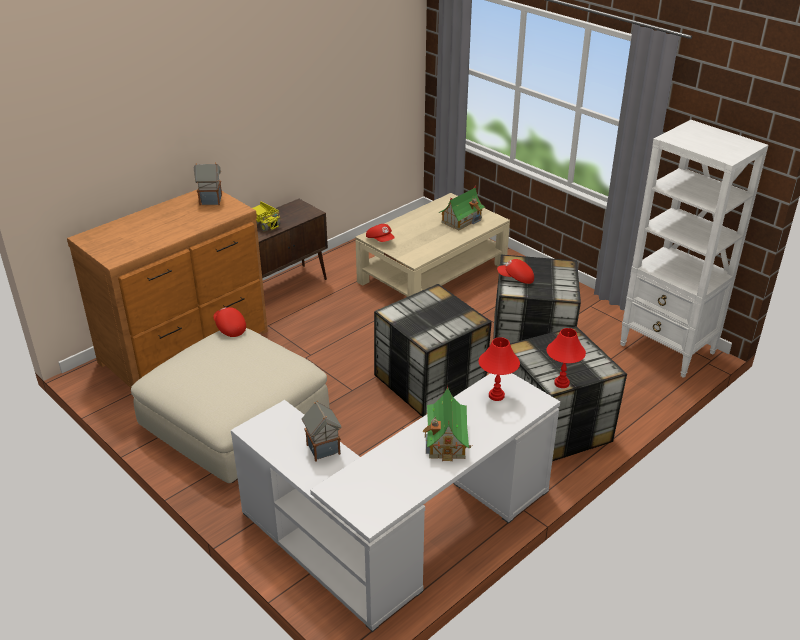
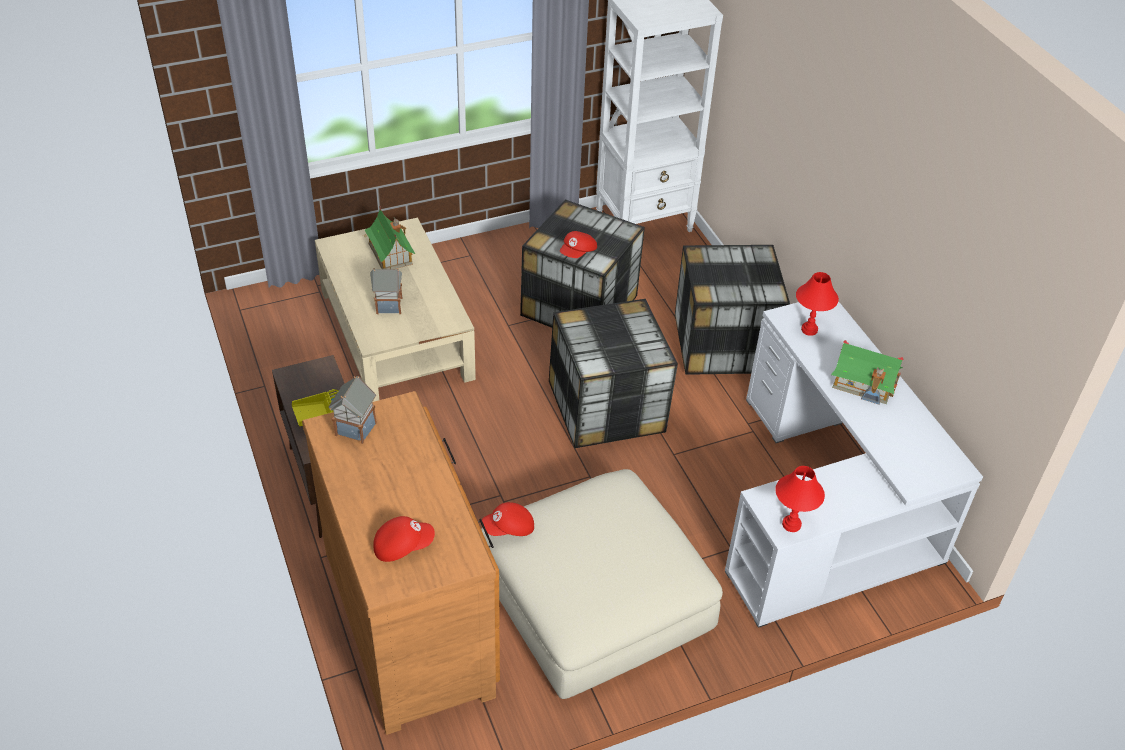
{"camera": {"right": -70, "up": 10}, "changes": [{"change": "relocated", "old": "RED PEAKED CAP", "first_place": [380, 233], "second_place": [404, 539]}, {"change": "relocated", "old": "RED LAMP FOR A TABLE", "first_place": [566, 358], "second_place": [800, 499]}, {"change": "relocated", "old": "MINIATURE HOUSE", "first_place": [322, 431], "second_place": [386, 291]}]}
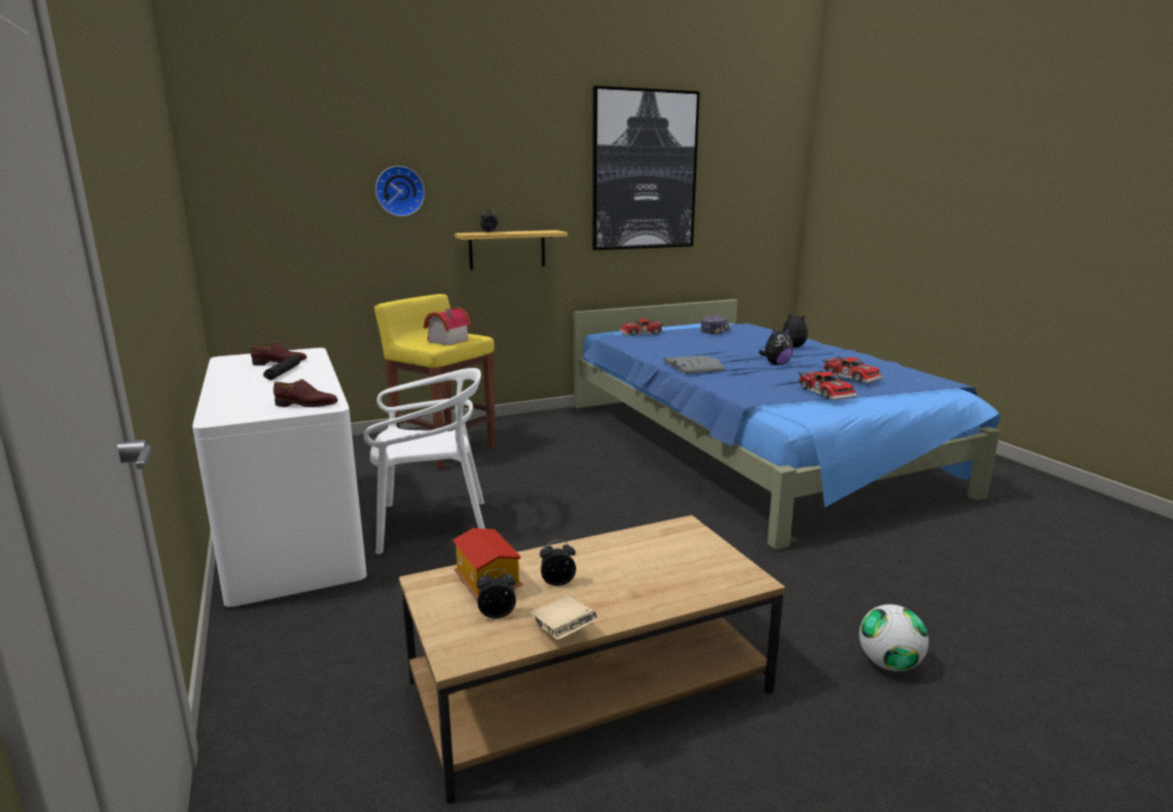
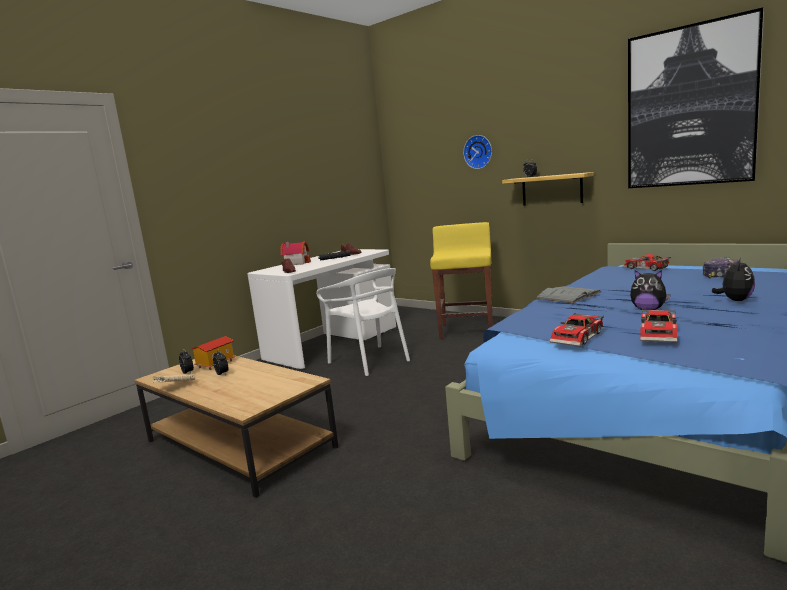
{"camera": {"right": 65, "up": -5}, "changes": [{"change": "relocated", "old": "MINIATURE HOUSE", "first_place": [447, 326], "second_place": [295, 253]}, {"change": "missing", "old": "FOOTBALL BALL", "first_place": [894, 637]}]}
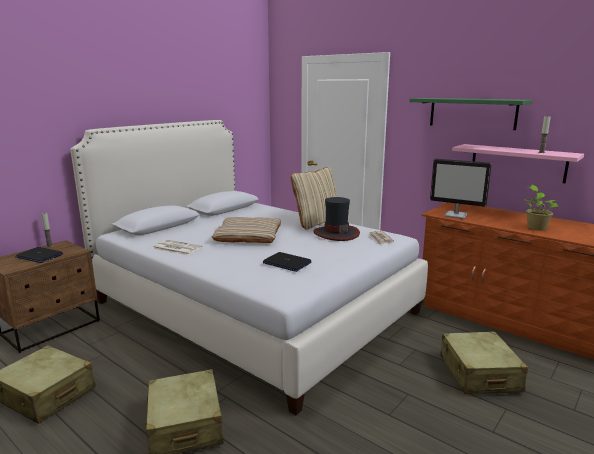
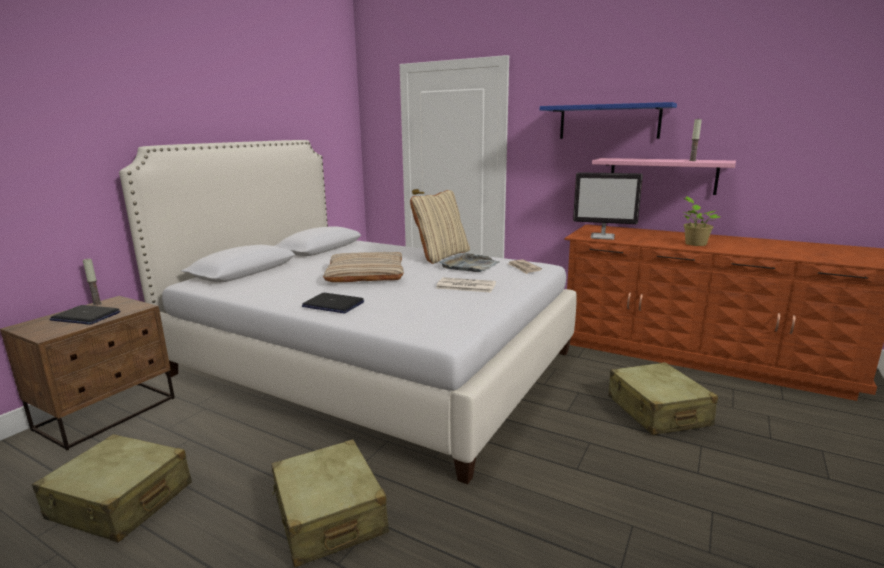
{"camera": {"right": -10, "up": 0}, "changes": [{"change": "colour", "old": "GREEN-COLOURED WALL SHELF", "new": "BLUISH WALL SHELF", "first_place": [471, 114], "second_place": [608, 120]}, {"change": "exchanged", "old": "HAT", "new": "GREYISH CARRYING TRAY", "first_place": [336, 219], "second_place": [470, 262]}, {"change": "relocated", "old": "PRINTED PAPER", "first_place": [177, 247], "second_place": [466, 285]}, {"change": "relocated", "old": "PORTABLE COMPUTER", "first_place": [287, 262], "second_place": [333, 303]}]}
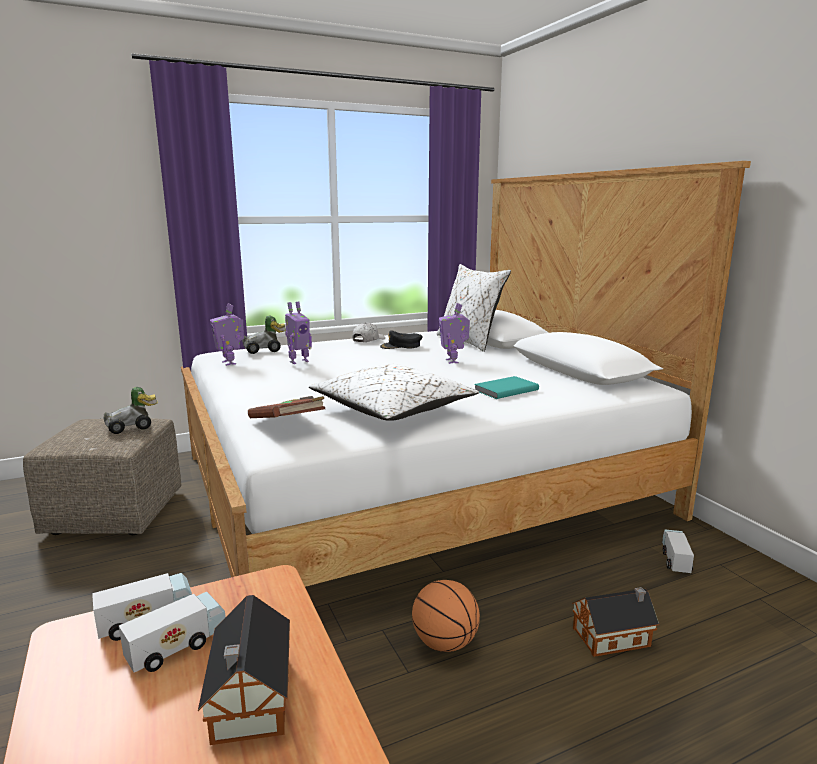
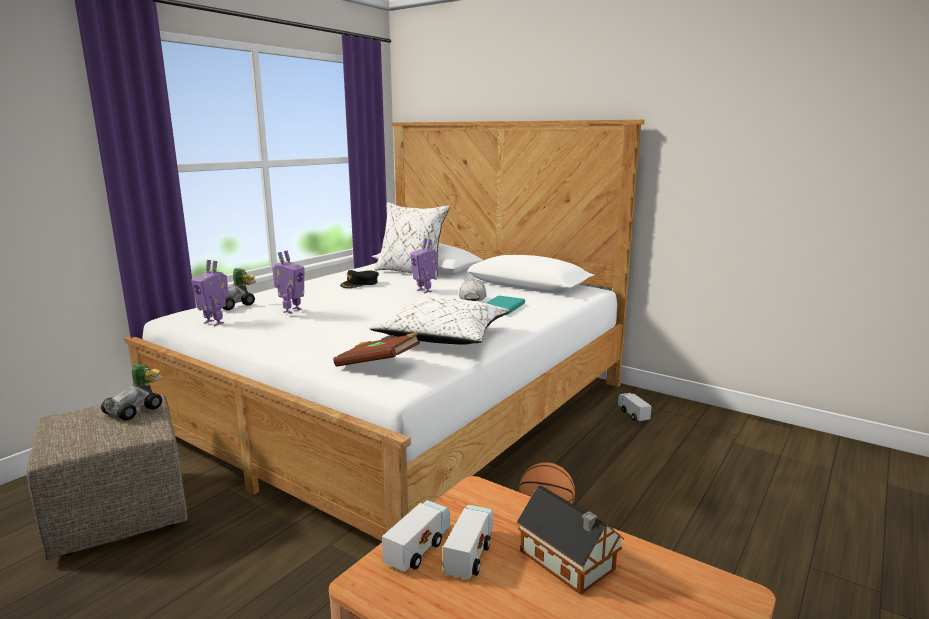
{"camera": {"right": -30, "up": 0}, "changes": [{"change": "relocated", "old": "WHITE-COLOURED PEAKED CAP", "first_place": [368, 332], "second_place": [473, 290]}, {"change": "missing", "old": "MINIATURE HOUSE", "first_place": [615, 622]}]}
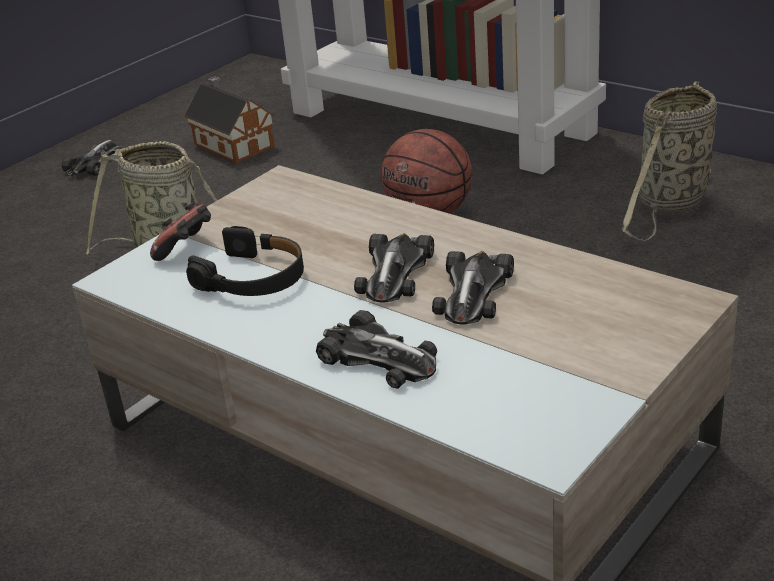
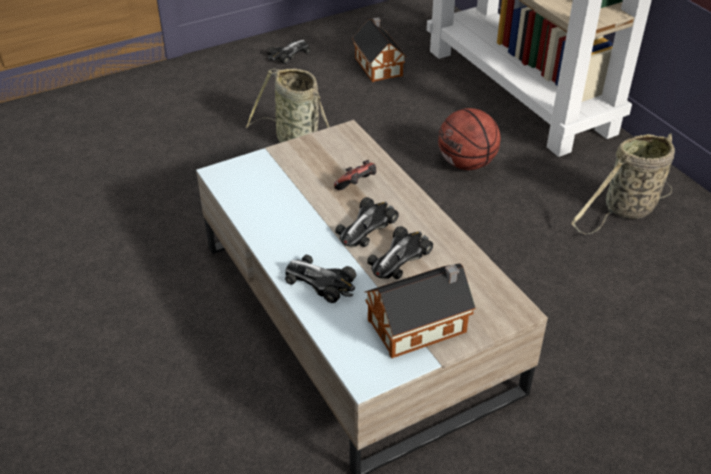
{"camera": {"right": 20, "up": 10}, "changes": [{"change": "relocated", "old": "JOYPAD", "first_place": [180, 231], "second_place": [355, 175]}, {"change": "missing", "old": "BLACKISH HEADPHONES", "first_place": [245, 261]}, {"change": "spun", "old": "MINIATURE CAR", "first_place": [376, 349], "second_place": [320, 279], "degrees": 150}, {"change": "appeared", "new": "MINIATURE HOUSE", "second_place": [420, 310]}]}
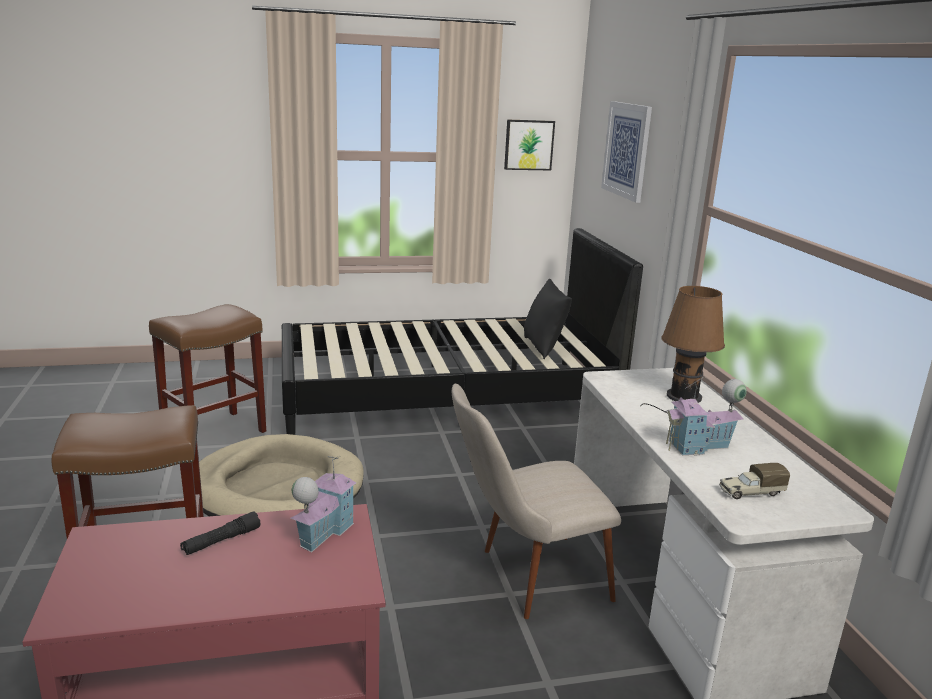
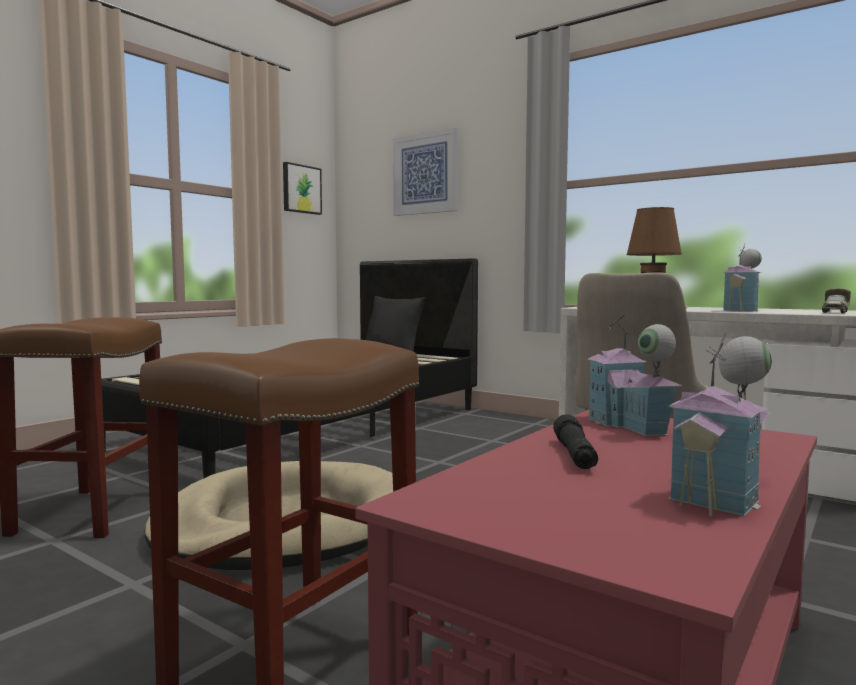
{"camera": {"right": -40, "up": -15}, "changes": [{"change": "appeared", "new": "MINIATURE HOUSE", "second_place": [720, 424]}]}
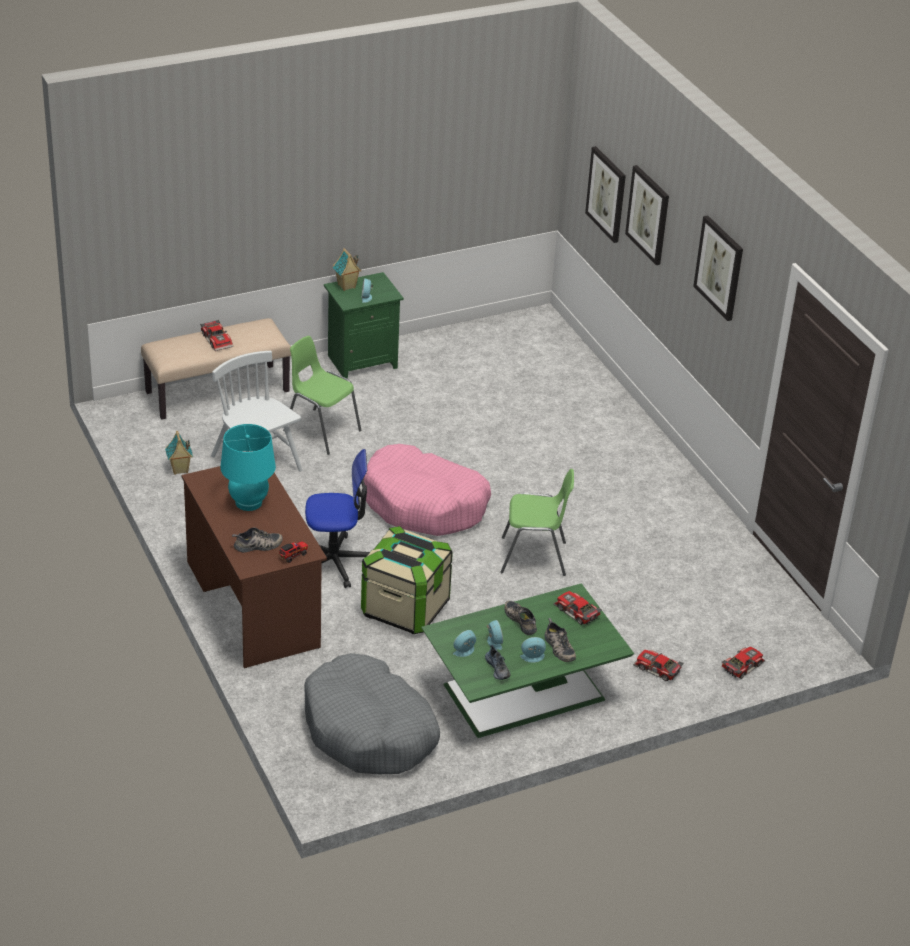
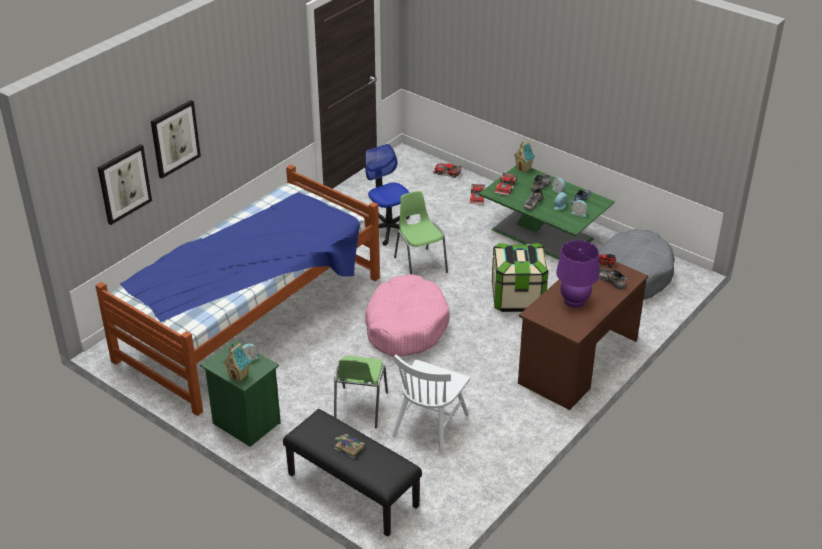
{"camera": {"right": -115, "up": 0}, "changes": [{"change": "missing", "old": "PICTURE", "first_place": [718, 268]}, {"change": "colour", "old": "SAND-COLOURED LONG SEAT", "new": "BLACKISH LONG SEAT", "first_place": [216, 368], "second_place": [352, 473]}, {"change": "exchanged", "old": "MINIATURE CAR", "new": "BOUND BOOK", "first_place": [216, 335], "second_place": [349, 446]}, {"change": "colour", "old": "TURQUOISE LAMP FOR A TABLE", "new": "PURPLISH LAMP FOR A TABLE", "first_place": [248, 467], "second_place": [577, 274]}, {"change": "relocated", "old": "MINIATURE HOUSE", "first_place": [179, 453], "second_place": [525, 157]}, {"change": "relocated", "old": "OFFICE CHAIR", "first_place": [337, 518], "second_place": [387, 195]}, {"change": "appeared", "new": "BEDROOM BED", "second_place": [237, 290]}]}
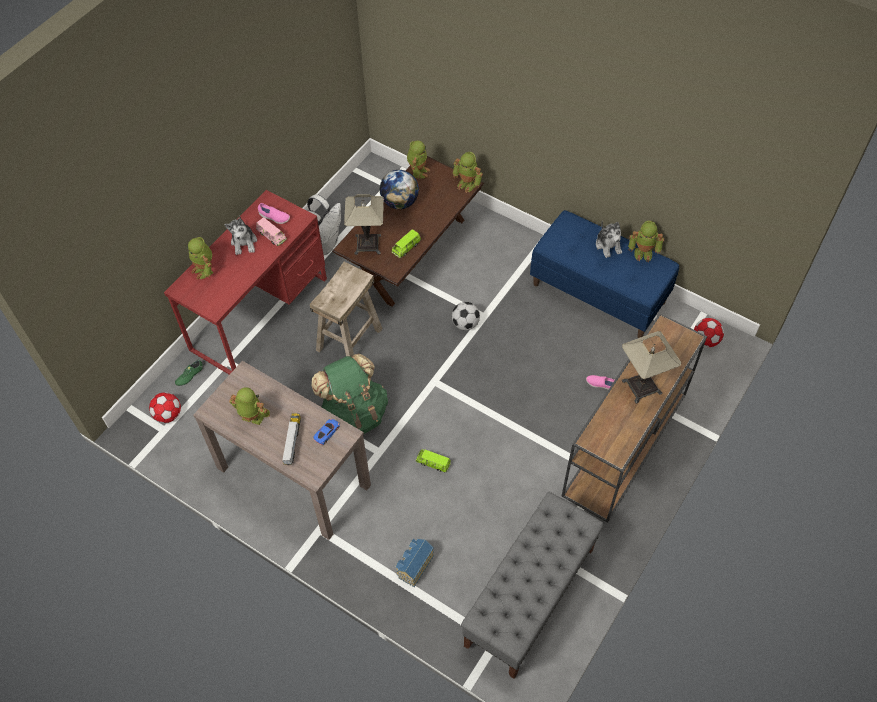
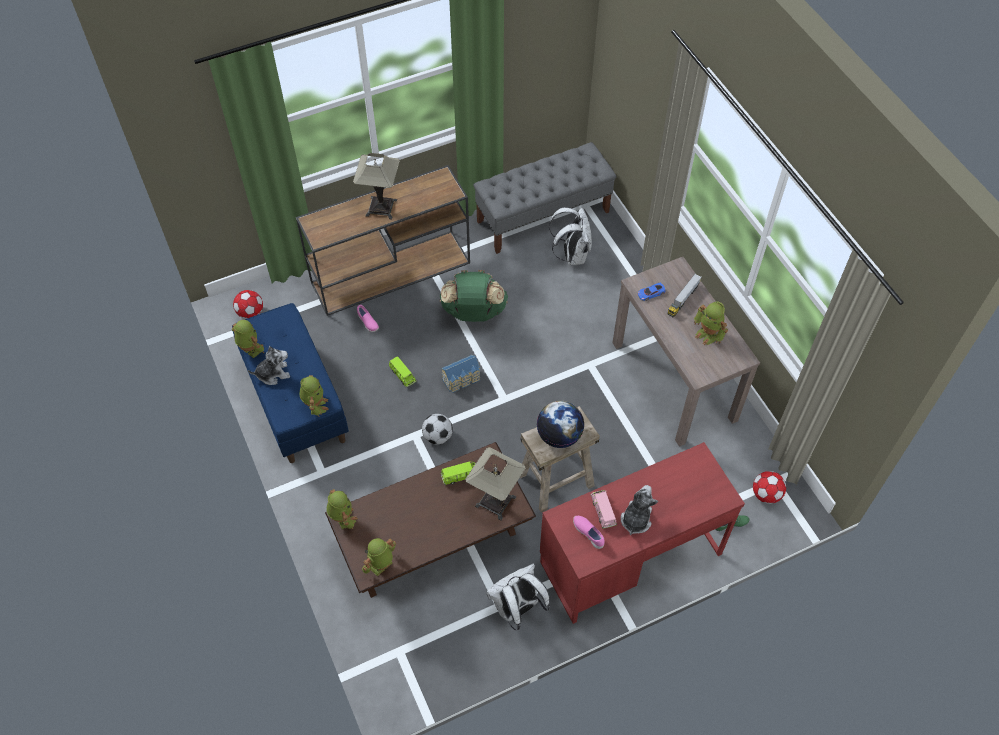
{"camera": {"right": -150, "up": 0}, "changes": [{"change": "relocated", "old": "GLOBE", "first_place": [399, 189], "second_place": [560, 424]}, {"change": "spun", "old": "PLUSH TOY", "first_place": [609, 240], "second_place": [269, 365], "degrees": 60}, {"change": "relocated", "old": "TOY ROBOT", "first_place": [200, 258], "second_place": [314, 396]}, {"change": "relocated", "old": "GREEN-COLOURED RUCKSACK", "first_place": [349, 393], "second_place": [474, 296]}, {"change": "relocated", "old": "GREEN-COLOURED MINIATURE CAR", "first_place": [433, 461], "second_place": [402, 371]}, {"change": "relocated", "old": "MINIATURE HOUSE", "first_place": [414, 563], "second_place": [460, 374]}, {"change": "appeared", "new": "WHITE-COLOURED RUCKSACK", "second_place": [570, 236]}]}
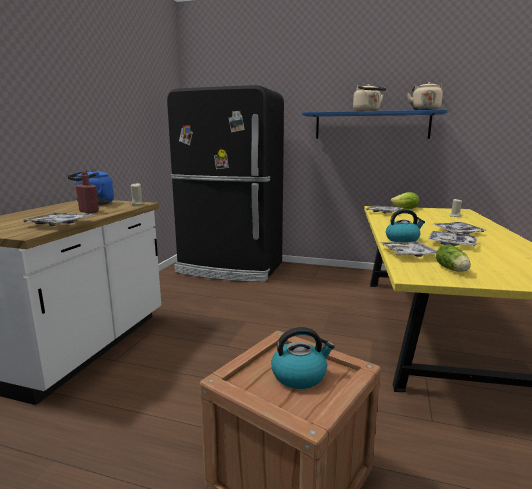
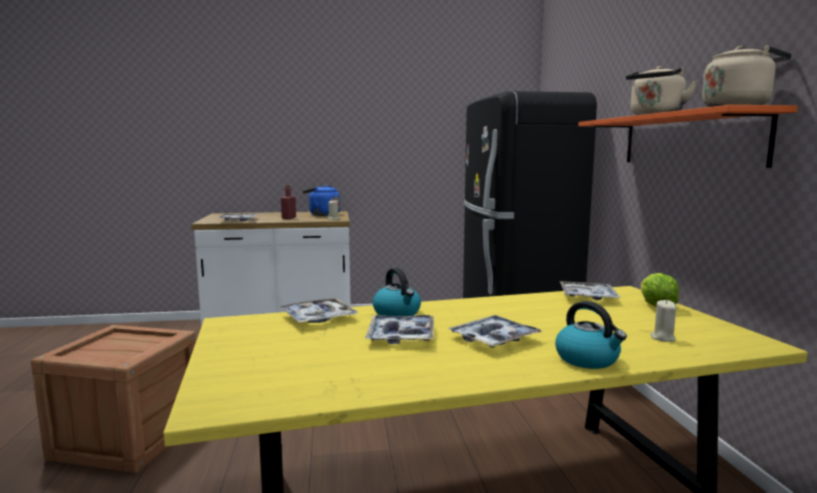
{"camera": {"right": 65, "up": -5}, "changes": [{"change": "colour", "old": "BLUISH WALL SHELF", "new": "ORANGEY WALL SHELF", "first_place": [374, 124], "second_place": [688, 136]}, {"change": "missing", "old": "LETTUCE", "first_place": [453, 258]}, {"change": "relocated", "old": "KETTLE", "first_place": [303, 358], "second_place": [591, 335]}]}
